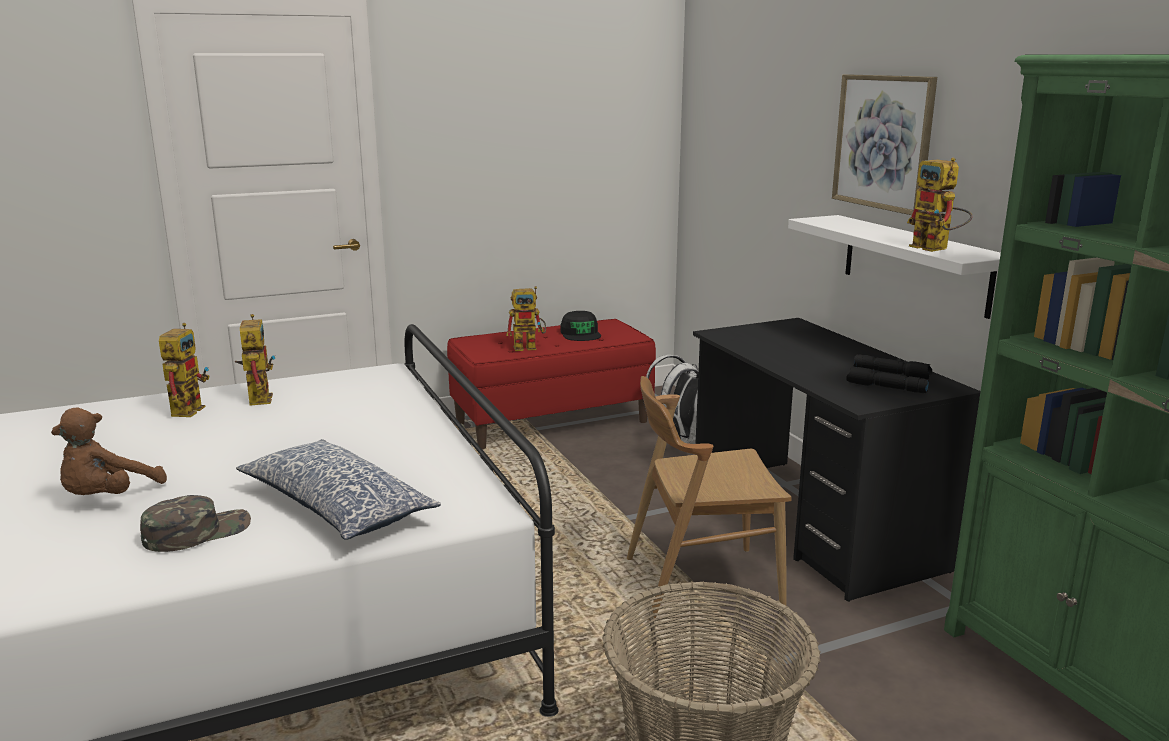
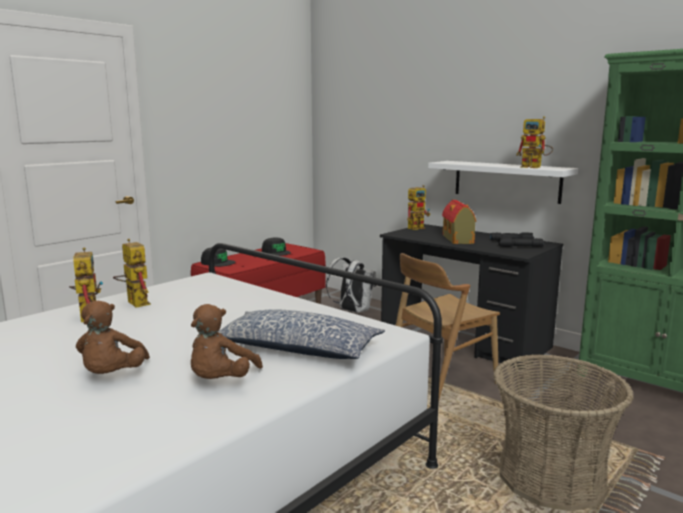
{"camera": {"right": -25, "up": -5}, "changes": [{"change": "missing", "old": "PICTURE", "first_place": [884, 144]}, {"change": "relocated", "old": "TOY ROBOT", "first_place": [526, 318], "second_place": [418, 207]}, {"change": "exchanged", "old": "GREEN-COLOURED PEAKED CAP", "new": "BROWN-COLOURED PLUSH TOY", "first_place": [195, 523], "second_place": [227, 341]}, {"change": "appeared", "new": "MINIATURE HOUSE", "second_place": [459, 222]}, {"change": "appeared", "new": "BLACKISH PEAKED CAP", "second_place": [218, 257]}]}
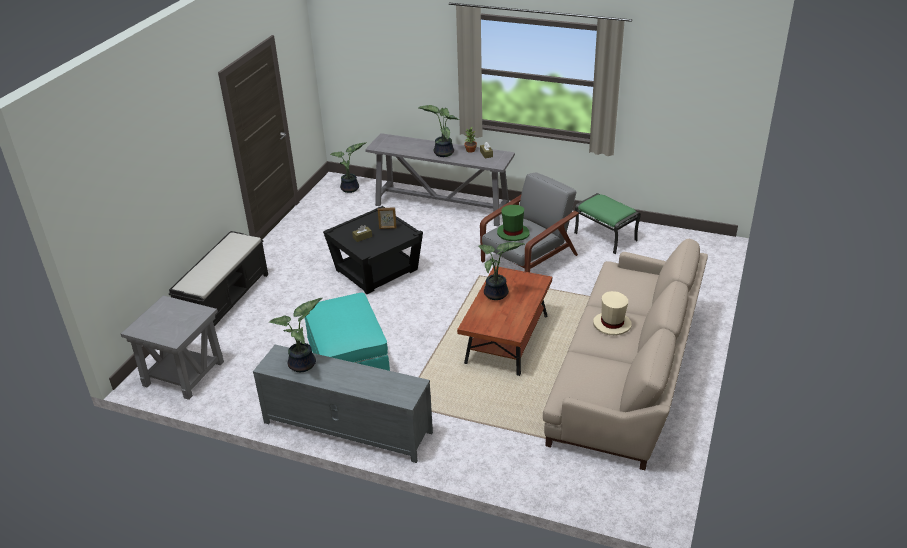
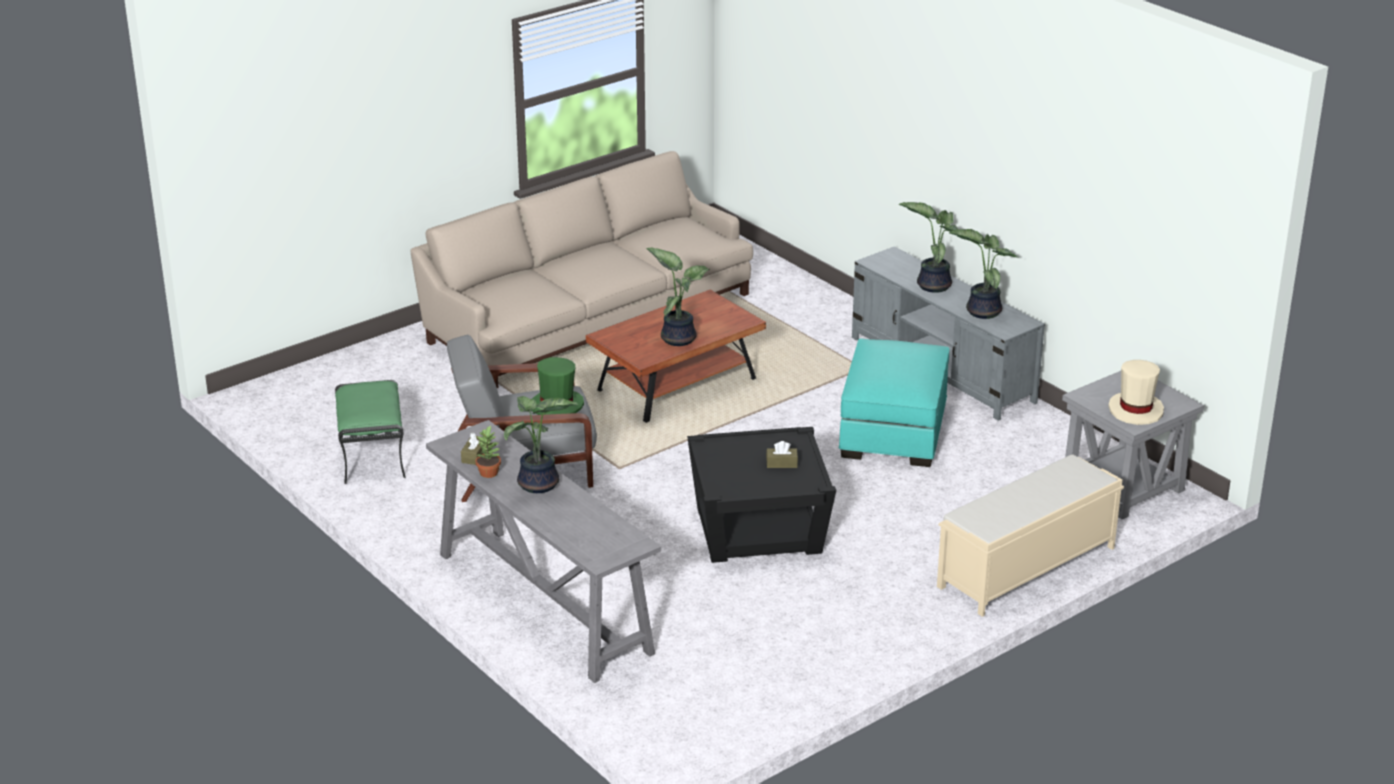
{"camera": {"right": -150, "up": -5}, "changes": [{"change": "relocated", "old": "HOUSEPLANT", "first_place": [348, 167], "second_place": [928, 247]}, {"change": "missing", "old": "PHOTO FRAME", "first_place": [387, 218]}, {"change": "colour", "old": "BLACKISH LONG SEAT", "new": "SAND-COLOURED LONG SEAT", "first_place": [218, 278], "second_place": [1030, 536]}, {"change": "relocated", "old": "SAND-COLOURED HAT", "first_place": [612, 313], "second_place": [1136, 392]}]}
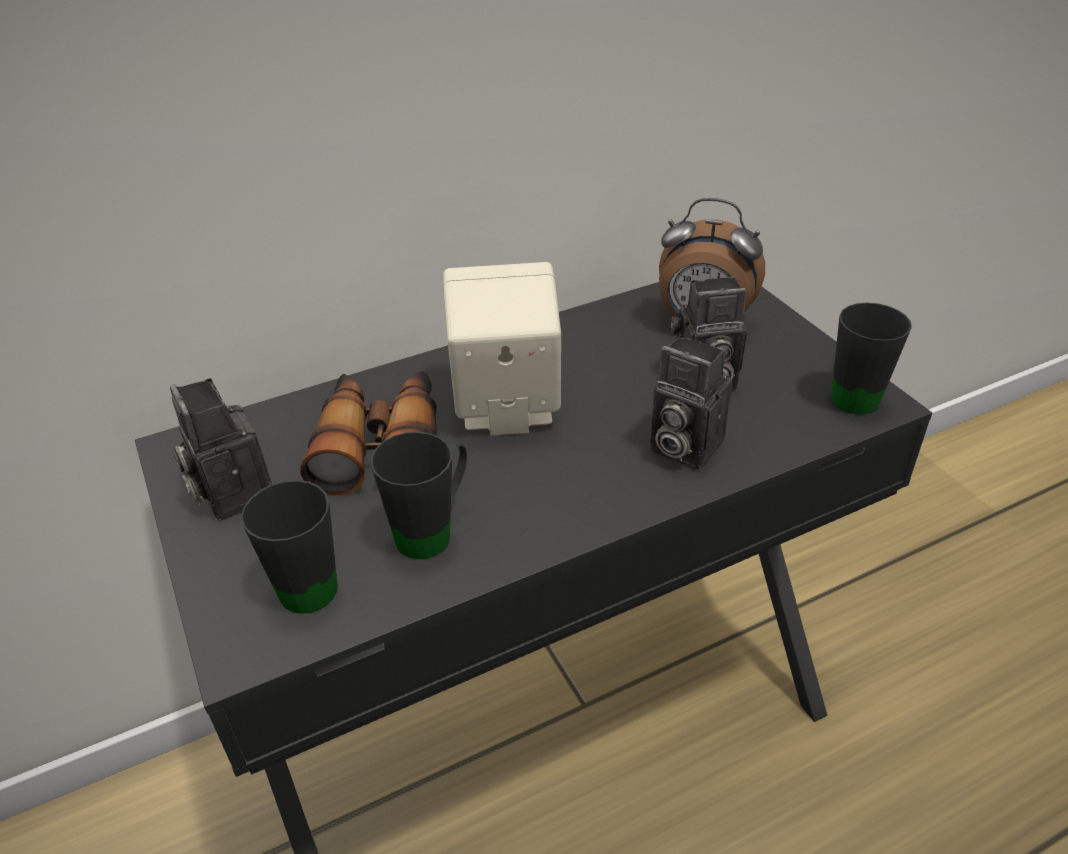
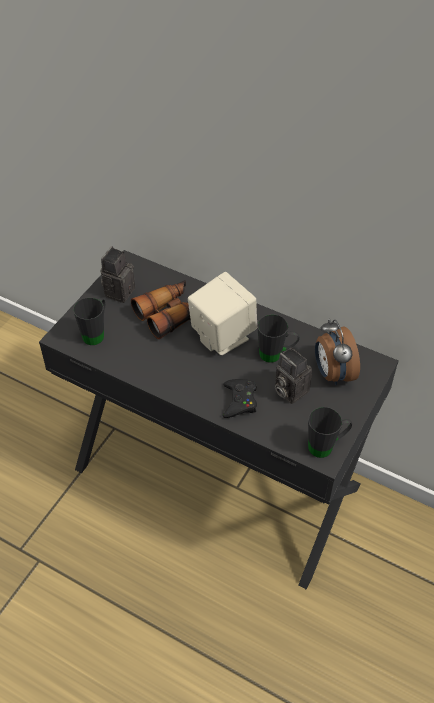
{"camera": {"right": 55, "up": 10}, "changes": [{"change": "exchanged", "old": "PHOTO CAMERA", "new": "BLACKISH JOYPAD", "first_place": [691, 402], "second_place": [240, 398]}, {"change": "relocated", "old": "BLACKISH COFFEE MUG", "first_place": [419, 495], "second_place": [278, 338]}]}
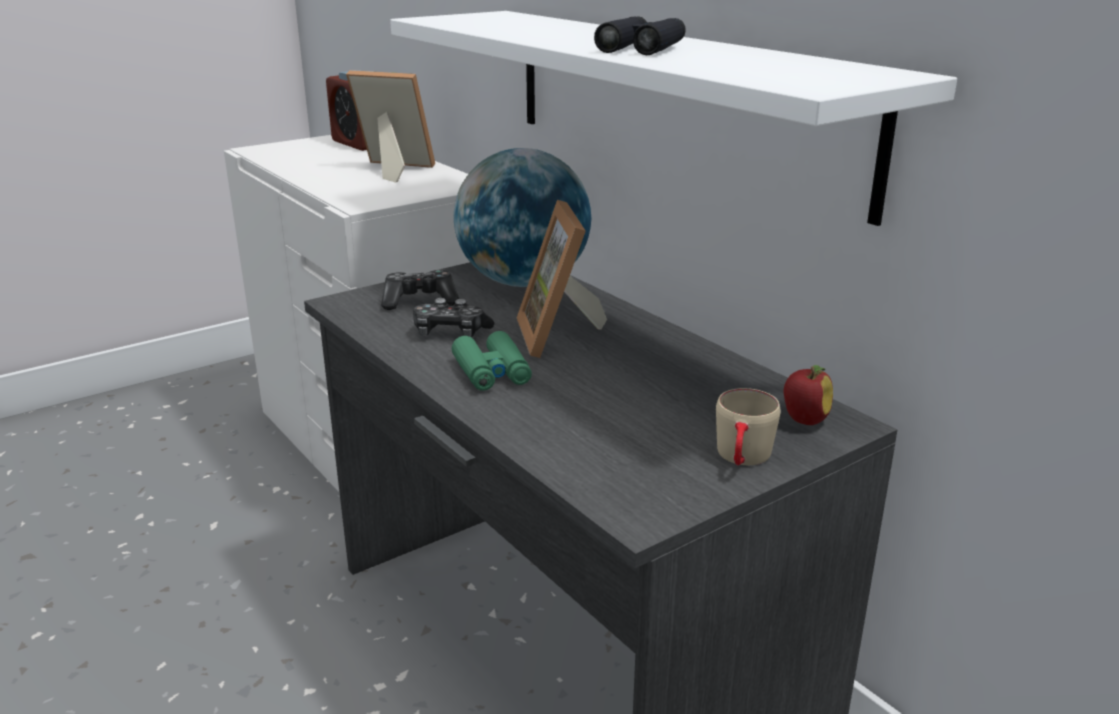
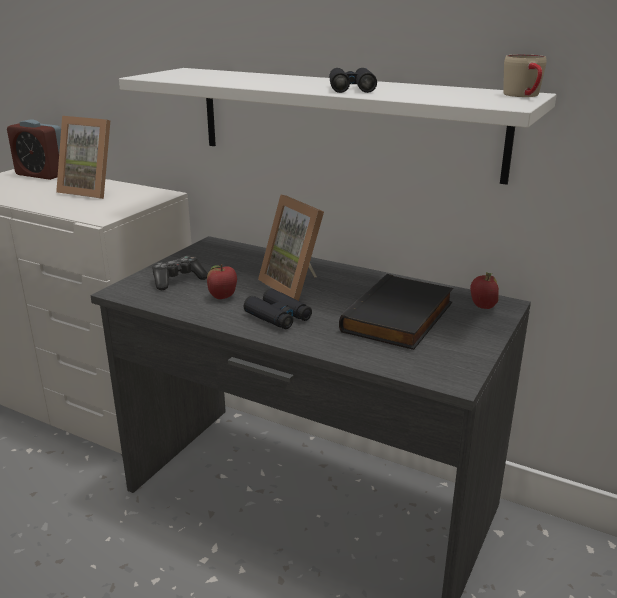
{"camera": {"right": -25, "up": 0}, "changes": [{"change": "spun", "old": "PHOTO FRAME", "first_place": [390, 126], "second_place": [83, 157], "degrees": -150}, {"change": "missing", "old": "GLOBE", "first_place": [522, 217]}, {"change": "exchanged", "old": "JOYPAD", "new": "APPLE FRUIT", "first_place": [453, 317], "second_place": [222, 281]}, {"change": "colour", "old": "GREEN-COLOURED BINOCULARS", "new": "BLACKISH BINOCULARS", "first_place": [492, 361], "second_place": [278, 308]}, {"change": "relocated", "old": "SAND-COLOURED COFFEE MUG", "first_place": [748, 426], "second_place": [525, 75]}, {"change": "appeared", "new": "BLACKISH BOUND BOOK", "second_place": [396, 312]}]}
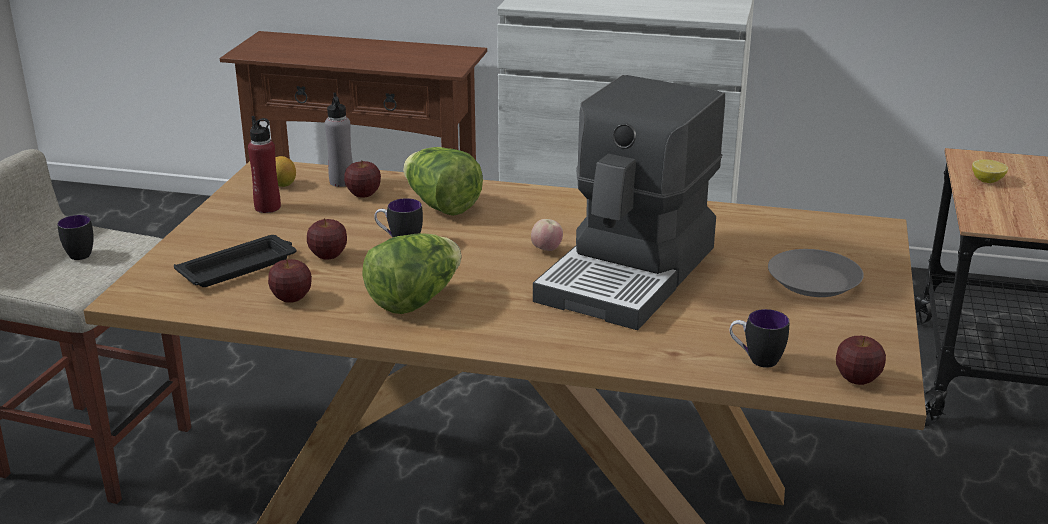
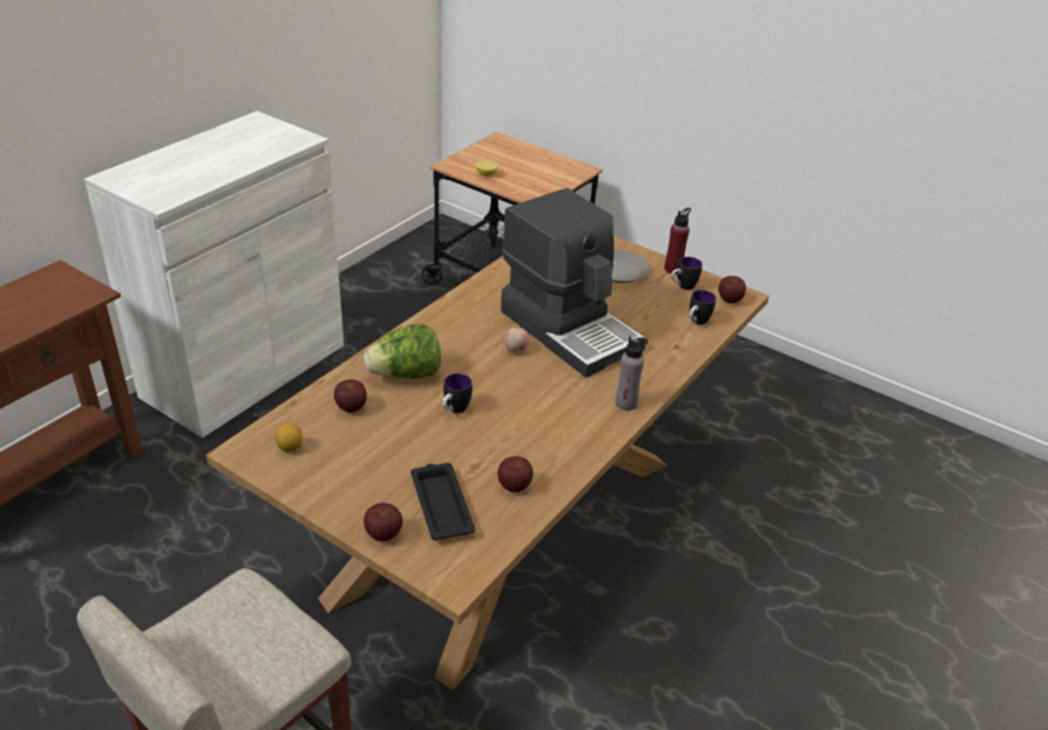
{"camera": {"right": -70, "up": 10}, "changes": [{"change": "relocated", "old": "GREYISH BOTTLE", "first_place": [339, 140], "second_place": [631, 373]}, {"change": "relocated", "old": "RED BOTTLE", "first_place": [264, 164], "second_place": [677, 241]}, {"change": "relocated", "old": "COFFEE MUG", "first_place": [75, 237], "second_place": [686, 273]}, {"change": "relocated", "old": "APPLE FRUIT", "first_place": [327, 239], "second_place": [383, 522]}, {"change": "missing", "old": "LETTUCE", "first_place": [411, 273]}]}
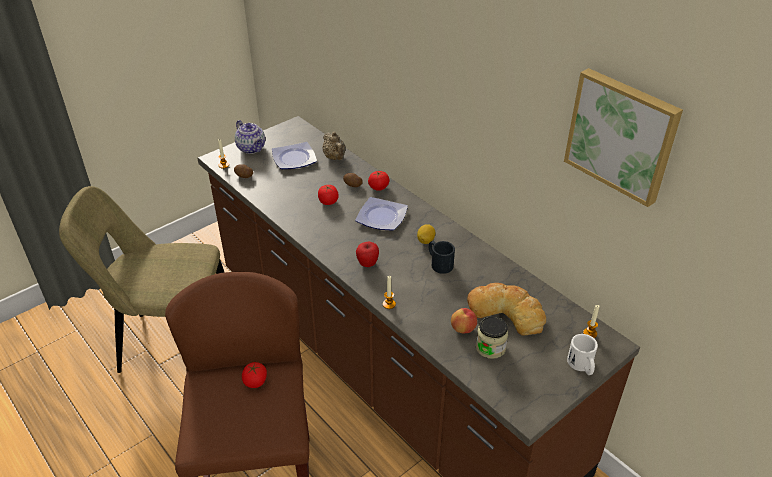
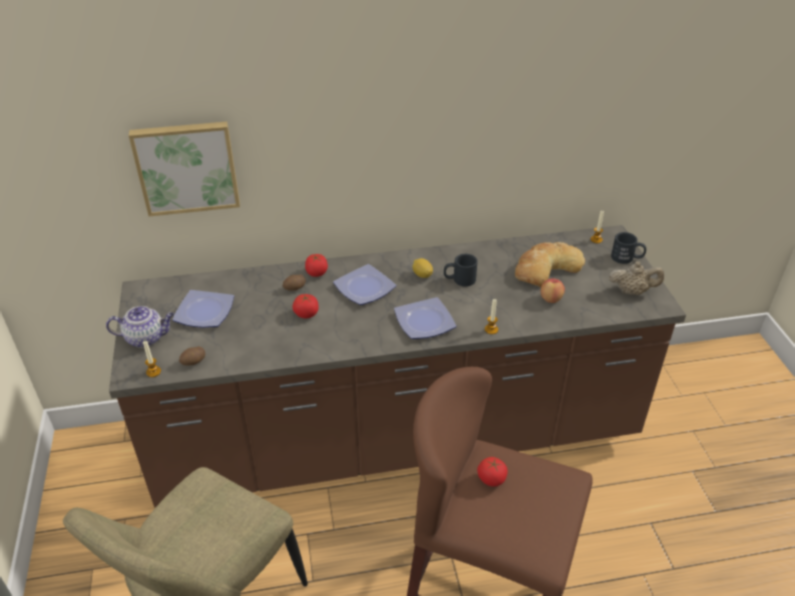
{"camera": {"right": -60, "up": 0}, "changes": [{"change": "relocated", "old": "PICTURE", "first_place": [623, 137], "second_place": [184, 169]}, {"change": "relocated", "old": "SAND-COLOURED POT FOR TEA", "first_place": [334, 145], "second_place": [636, 278]}, {"change": "exchanged", "old": "APPLE FRUIT", "new": "FLAT DISH", "first_place": [367, 254], "second_place": [425, 318]}, {"change": "missing", "old": "JAR", "first_place": [492, 337]}, {"change": "colour", "old": "WHITE-COLOURED COFFEE MUG", "new": "BLACKISH COFFEE MUG", "first_place": [582, 354], "second_place": [628, 248]}]}
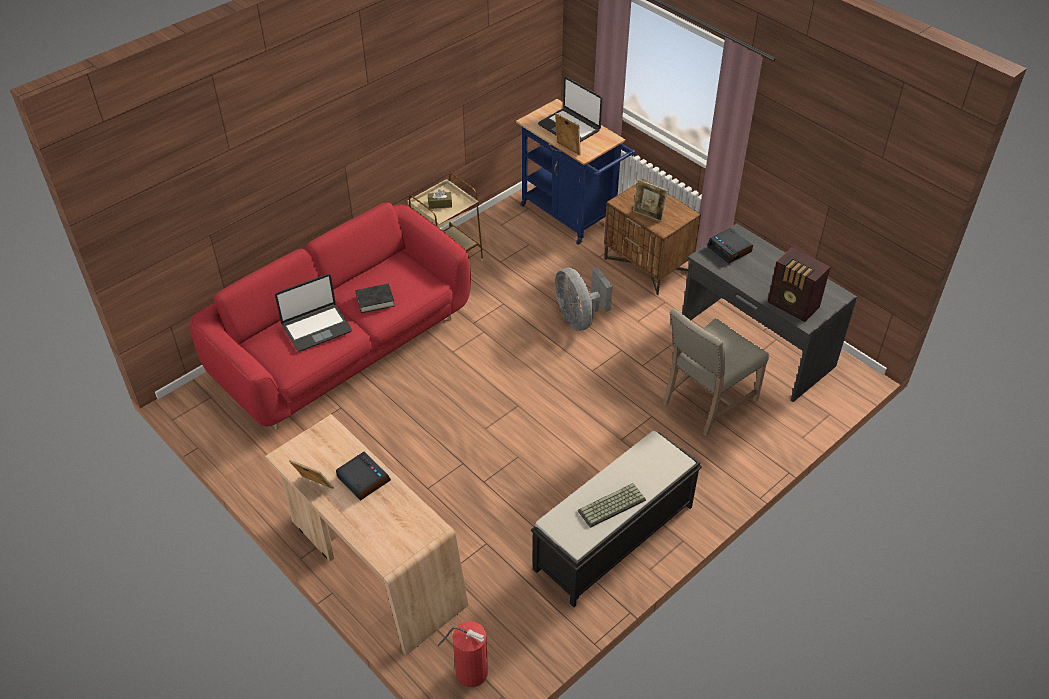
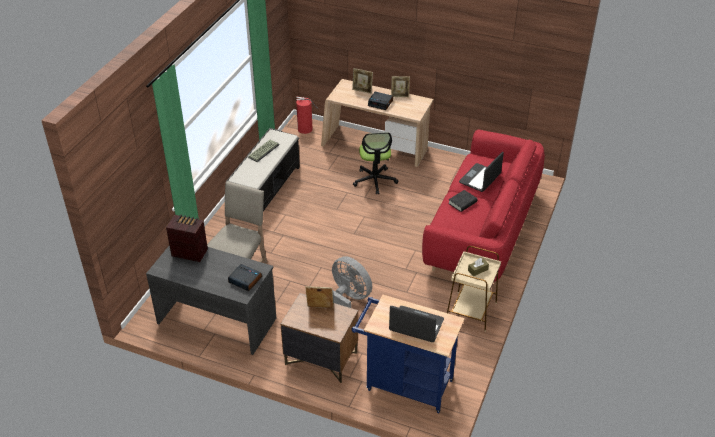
{"camera": {"right": 155, "up": -5}, "changes": [{"change": "relocated", "old": "PHOTO FRAME", "first_place": [568, 134], "second_place": [362, 81]}, {"change": "appeared", "new": "OFFICE CHAIR", "second_place": [375, 163]}]}
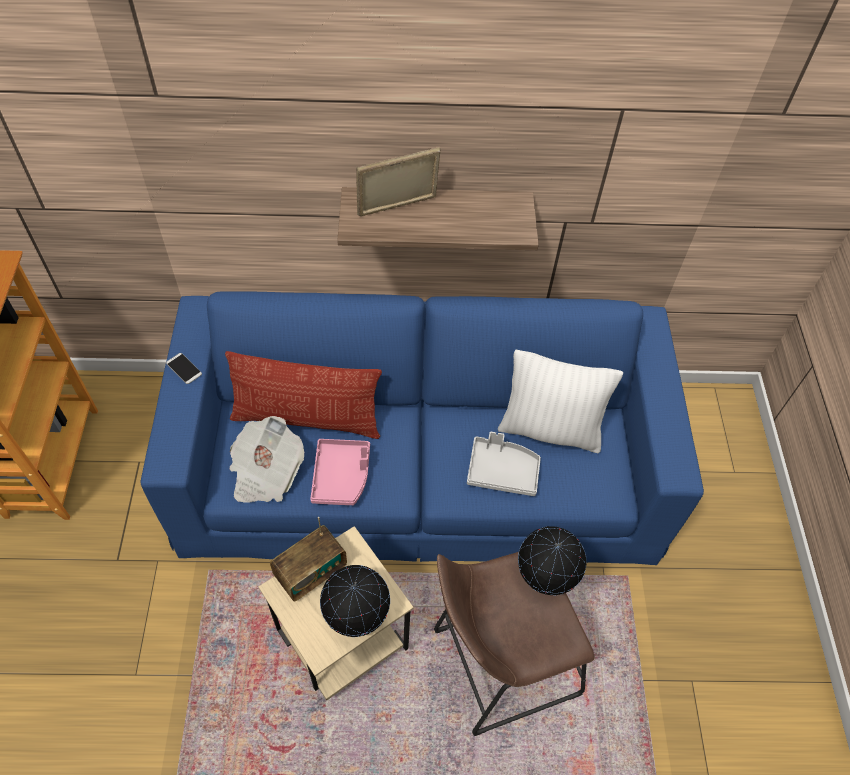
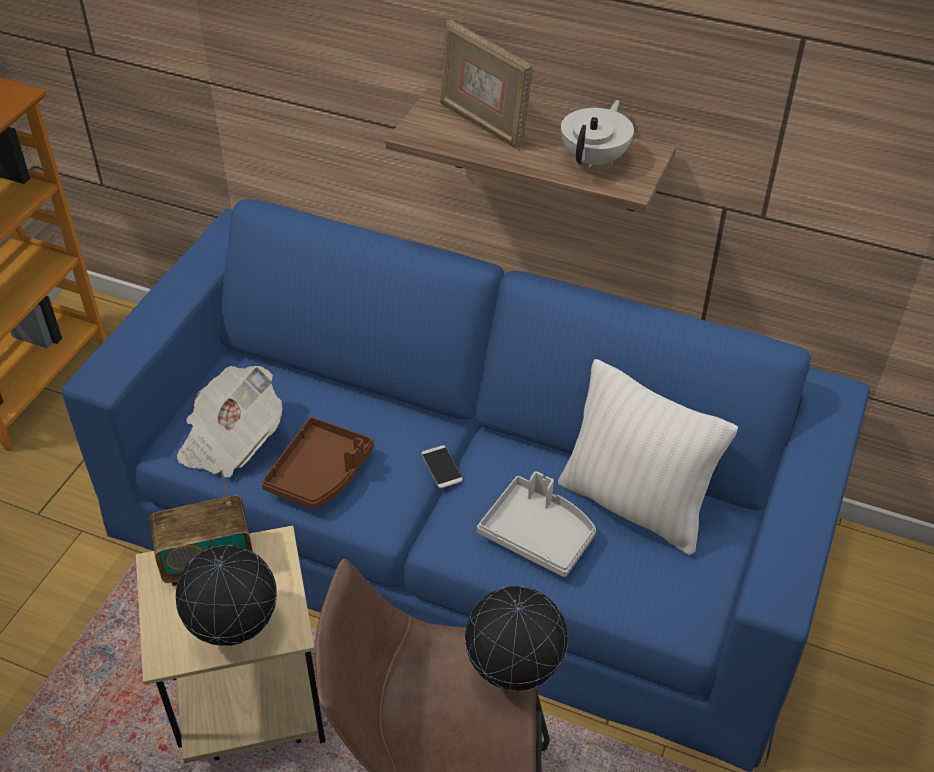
{"camera": {"right": 25, "up": -10}, "changes": [{"change": "spun", "old": "PHOTO FRAME", "first_place": [398, 181], "second_place": [486, 84], "degrees": -135}, {"change": "missing", "old": "CUSHION", "first_place": [303, 395]}, {"change": "relocated", "old": "HANDSET", "first_place": [184, 368], "second_place": [442, 466]}, {"change": "colour", "old": "PINK-COLOURED CARRYING TRAY", "new": "BROWN-COLOURED CARRYING TRAY", "first_place": [340, 472], "second_place": [317, 463]}, {"change": "appeared", "new": "WHITE-COLOURED POT FOR TEA", "second_place": [597, 134]}]}
